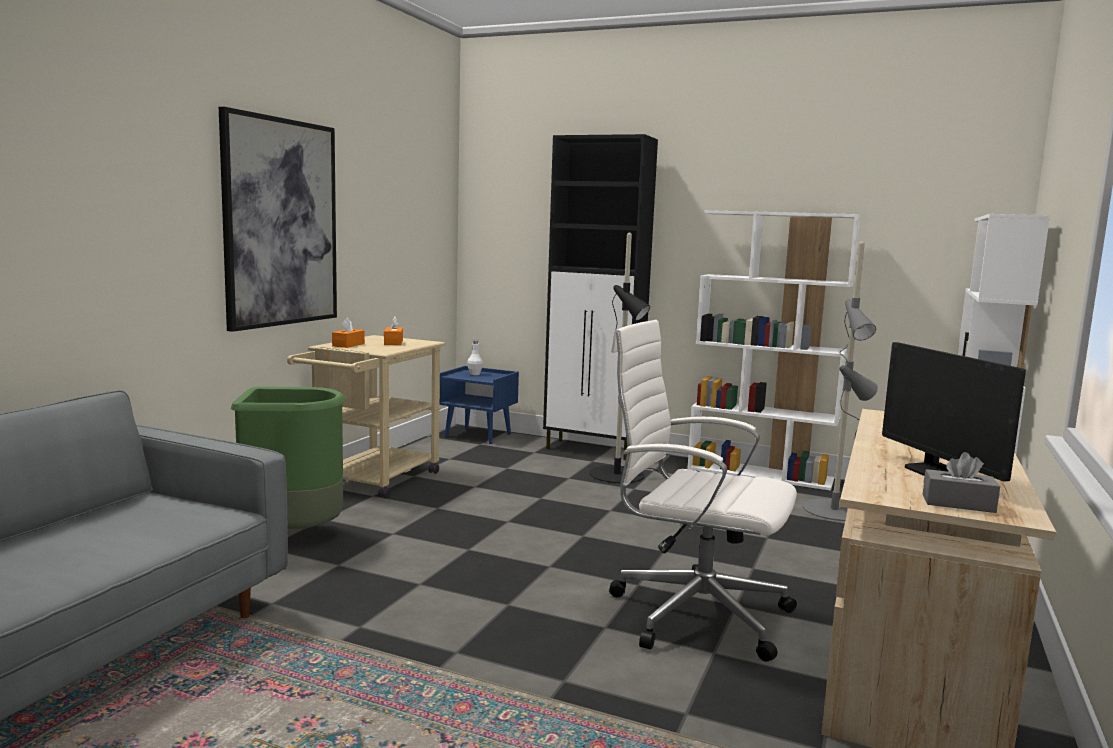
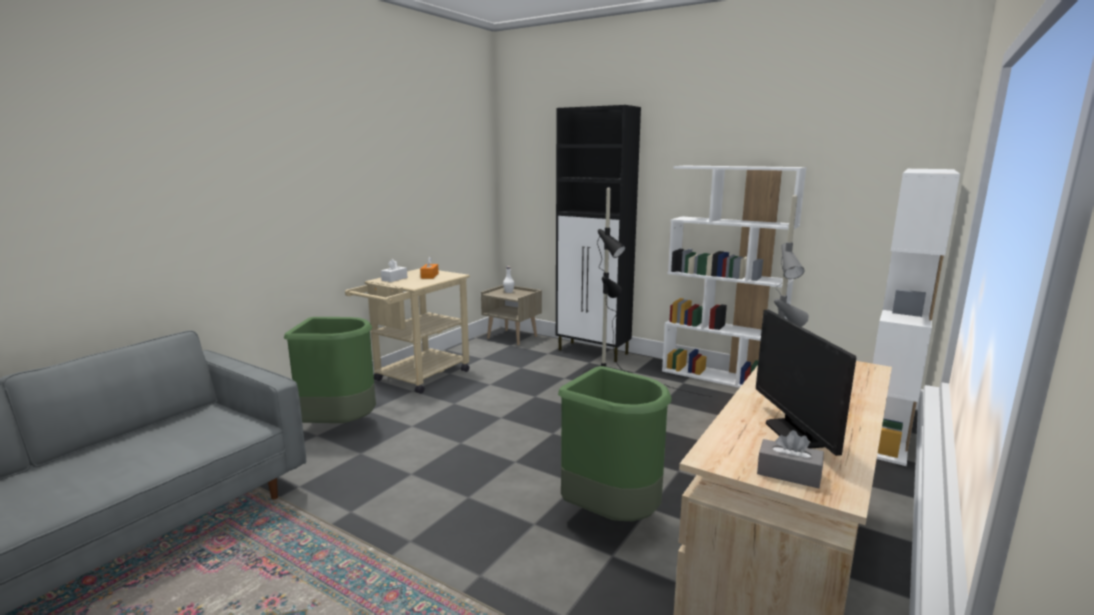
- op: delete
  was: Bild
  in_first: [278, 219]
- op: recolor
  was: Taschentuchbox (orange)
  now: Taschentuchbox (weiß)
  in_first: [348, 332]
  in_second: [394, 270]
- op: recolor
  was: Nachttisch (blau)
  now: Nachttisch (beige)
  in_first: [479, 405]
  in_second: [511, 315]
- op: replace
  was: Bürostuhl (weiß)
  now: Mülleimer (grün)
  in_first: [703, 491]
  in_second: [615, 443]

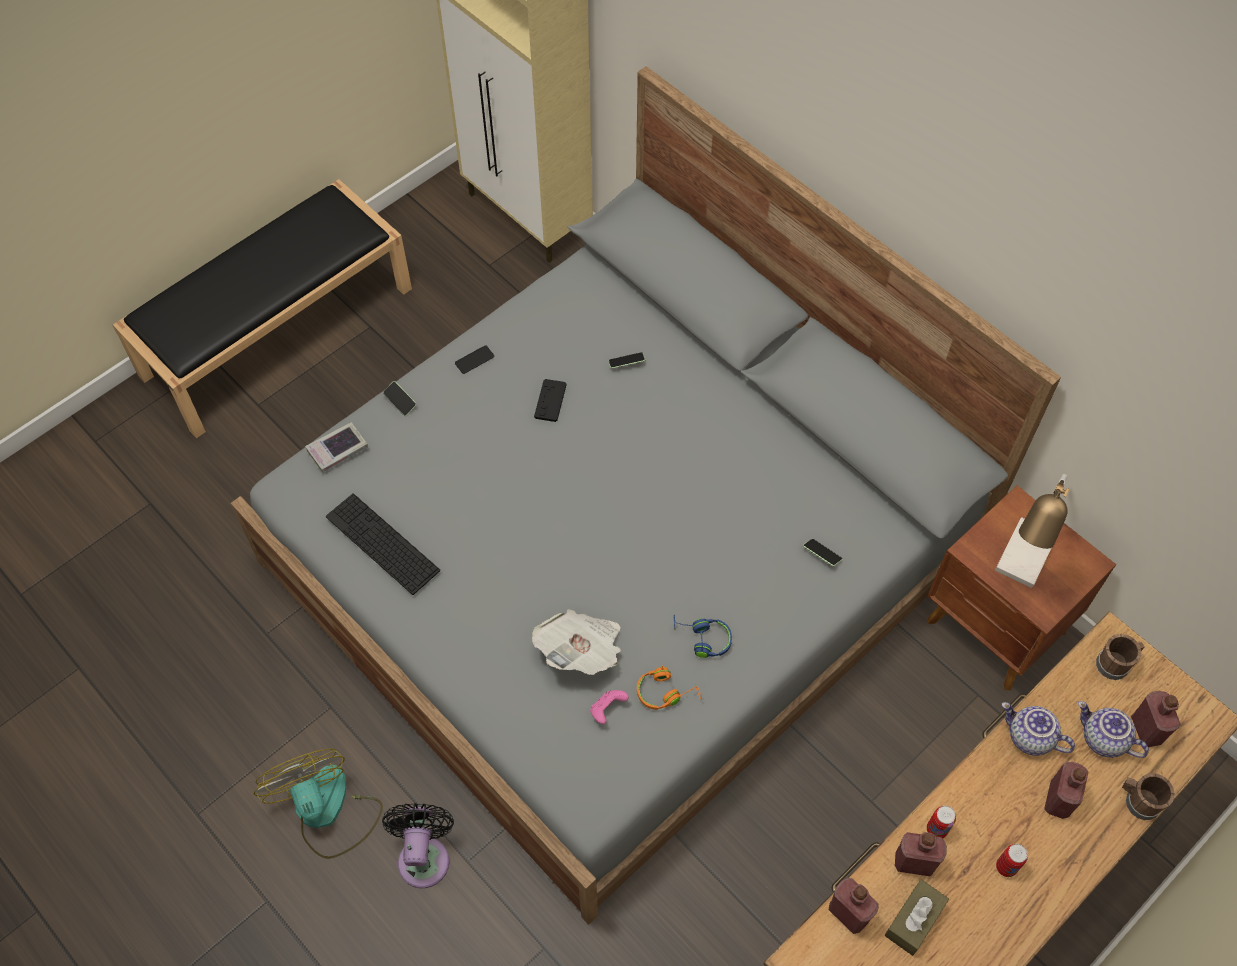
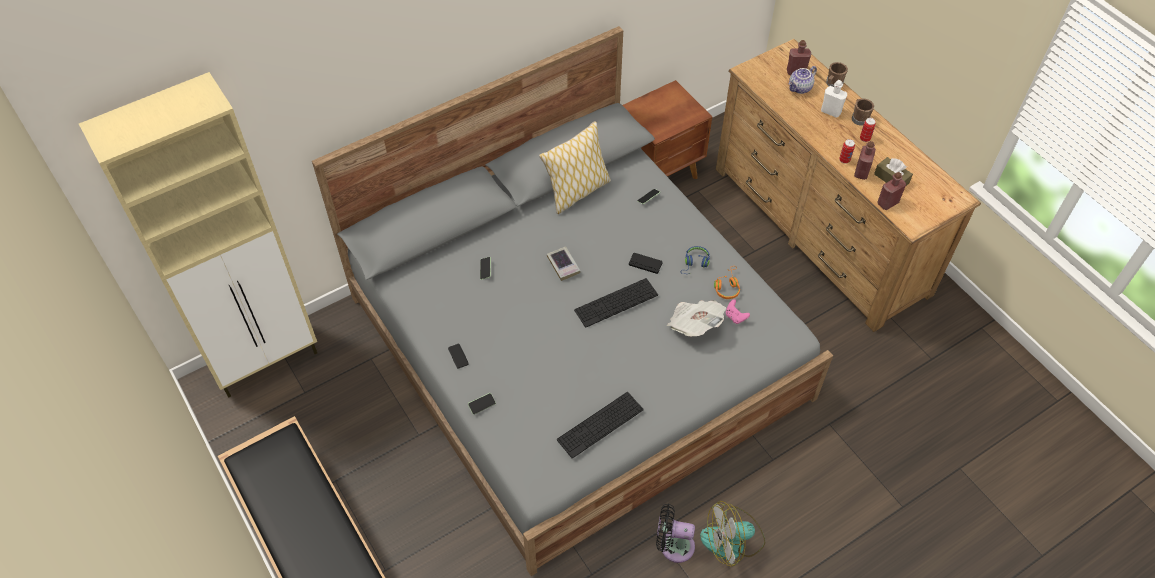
- op: move
  was: Buch
  in_first: [336, 447]
  in_second: [564, 263]
- op: move
  was: Ventilator (schwarz)
  in_first: [418, 845]
  in_second: [675, 533]
- op: move
  was: Gamepad (schwarz)
  in_first: [550, 400]
  in_second: [646, 263]
- op: delete
  was: Tischlampe
  in_first: [1032, 531]
- op: delete
  was: Teekanne
  in_first: [1038, 729]
- op: recolor
  was: Flasche (rot)
  now: Flasche (weiß)
  in_first: [1066, 790]
  in_second: [834, 99]
- op: move
  was: Henkelbecher (braun)
  in_first: [1120, 657]
  in_second: [863, 112]
- op: insert
  now: Kissen
  in_second: [575, 167]
- op: insert
  now: Tastatur
  in_second: [616, 303]

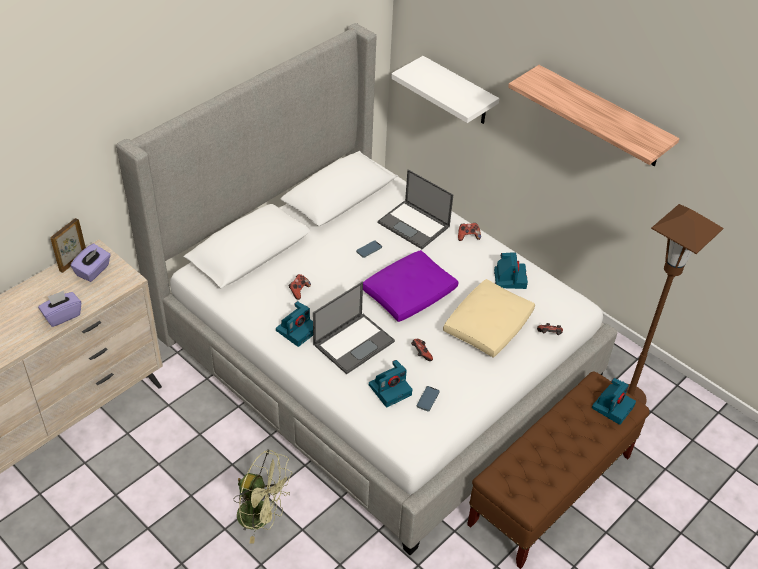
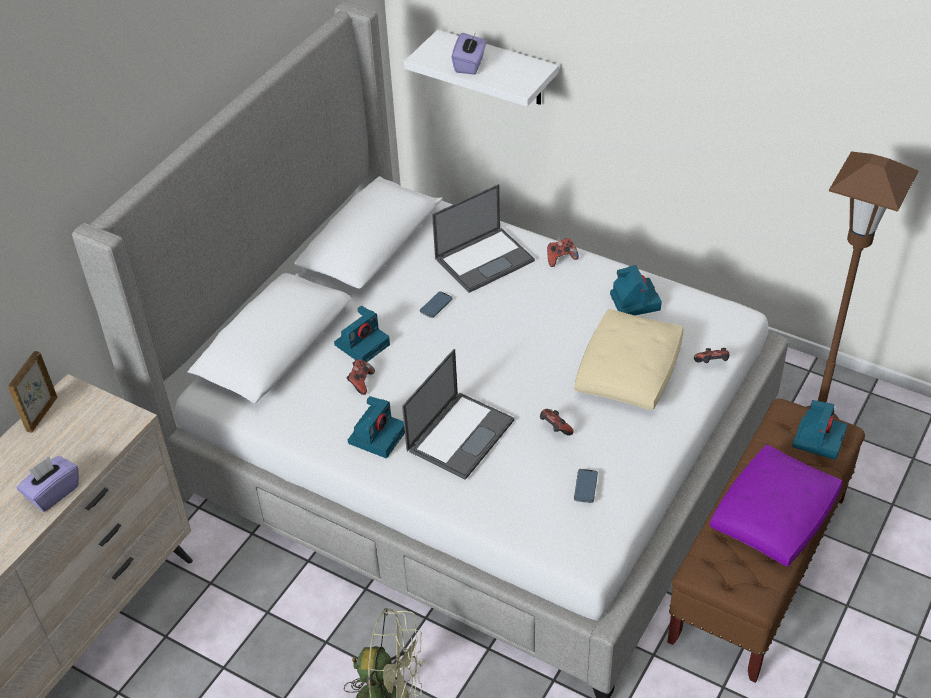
- op: move
  was: Taschentuchbox (lila)
  in_first: [90, 263]
  in_second: [468, 54]
- op: move
  was: Kissen (lila)
  in_first: [411, 286]
  in_second: [776, 506]
- op: move
  was: Kamera
  in_first: [390, 384]
  in_second: [362, 334]
- op: rotate
  was: Laptop
  in_first: [415, 209]
  in_second: [483, 238]
  clockwise: -60
- op: delete
  was: Wandregal
  in_first: [594, 115]

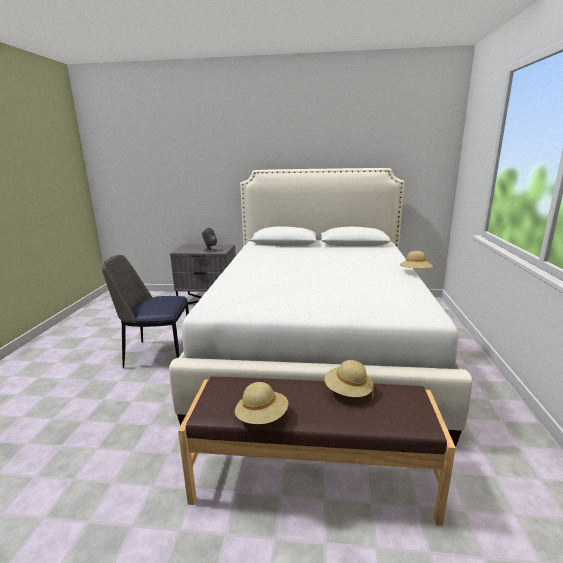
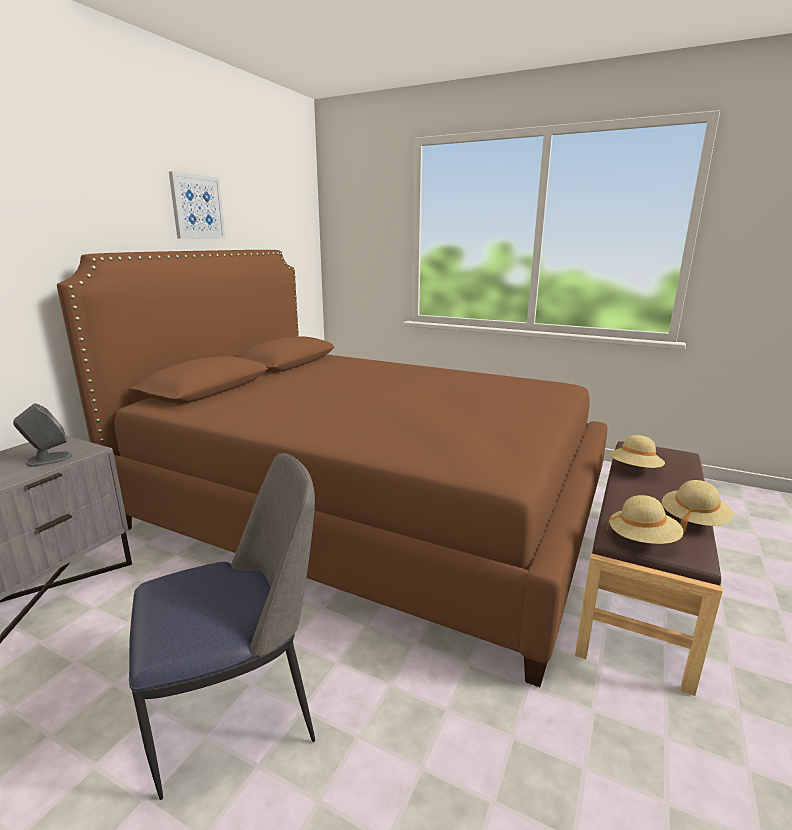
- op: rotate
  was: Stuhl
  in_first: [145, 311]
  in_second: [222, 626]
  clockwise: -135
- op: recolor
  was: Bett (weiß)
  now: Bett (braun)
  in_first: [320, 307]
  in_second: [332, 468]
- op: move
  was: Hut (beige)
  in_first: [416, 259]
  in_second: [645, 519]
- op: insert
  now: Bild
  in_second: [197, 205]

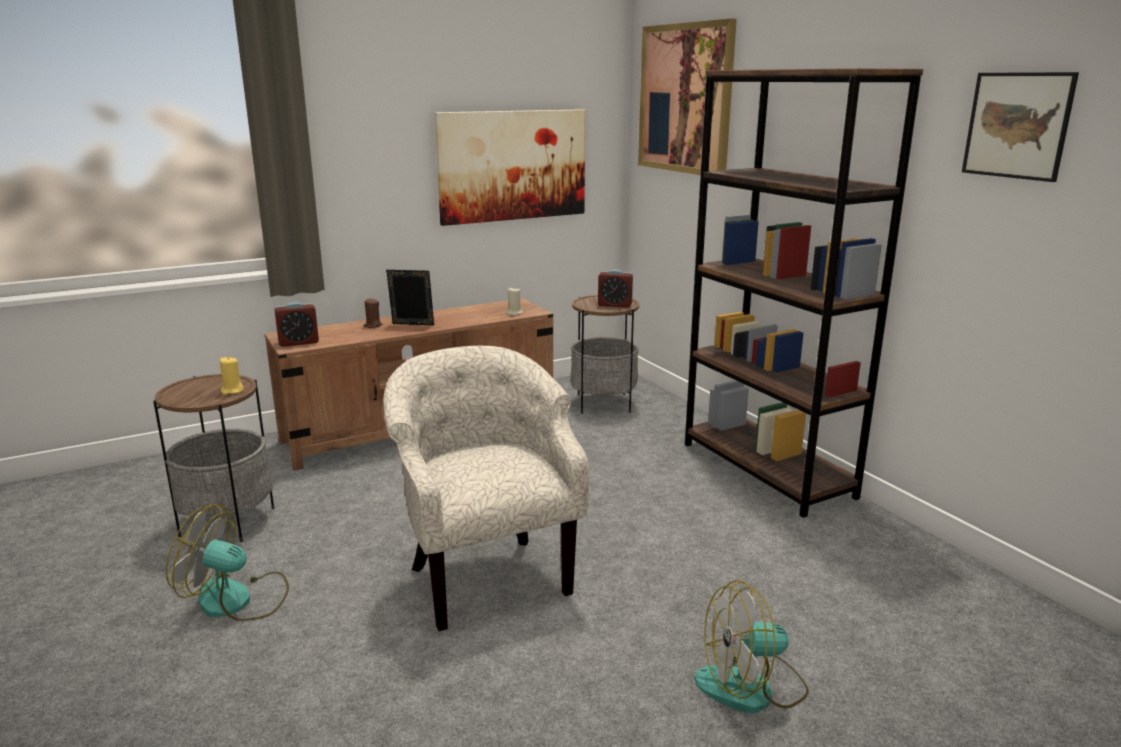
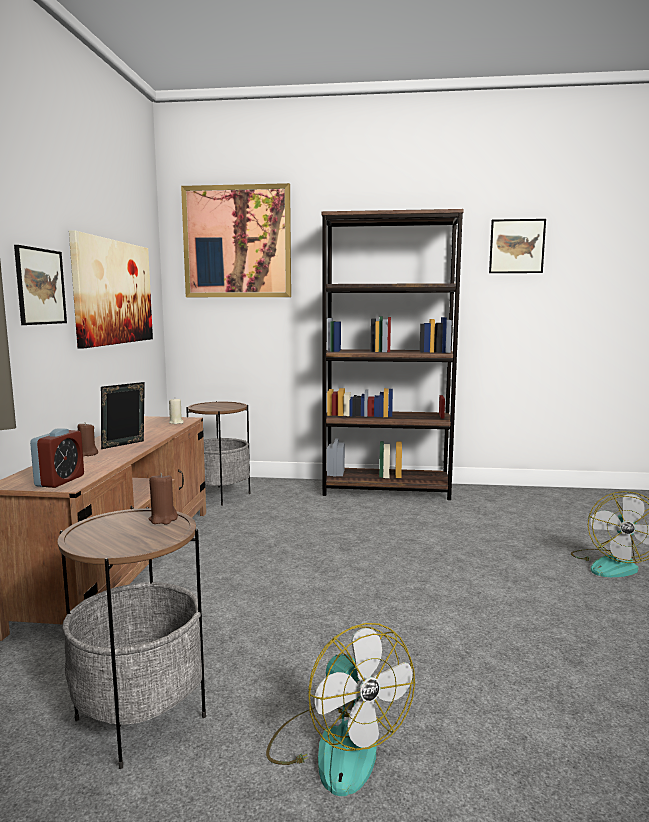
- op: rotate
  was: Ventilator
  in_first: [227, 562]
  in_second: [340, 709]
  clockwise: -75
- op: recolor
  was: Kerze (gelb)
  now: Kerze (braun)
  in_first: [232, 375]
  in_second: [163, 498]
- op: delete
  was: Sessel (beige)
  in_first: [486, 488]
- op: delete
  was: Wecker
  in_first: [615, 288]
- op: insert
  now: Bild
  in_second: [40, 285]

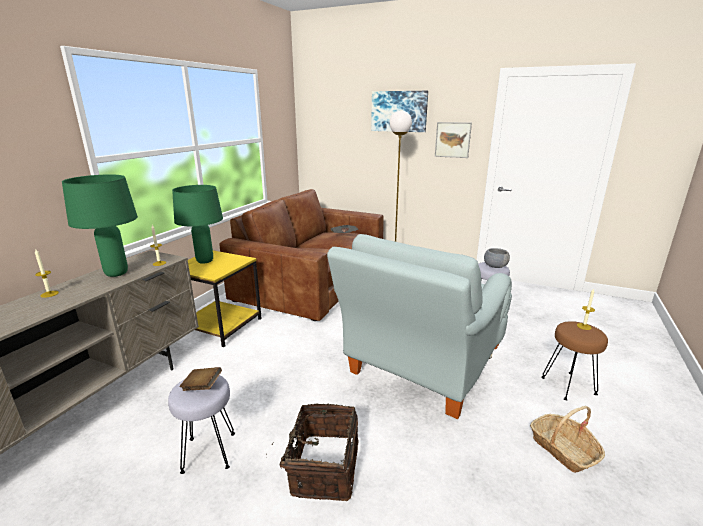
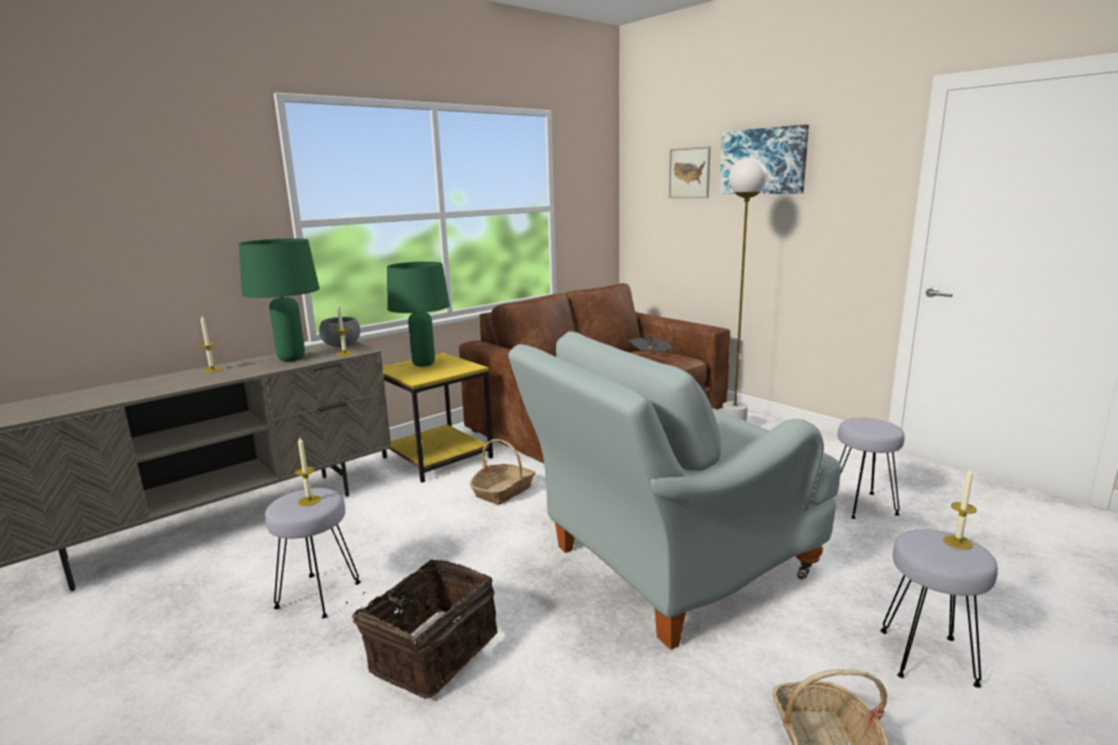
- op: replace
  was: Buch (braun)
  now: Kerze
  in_first: [201, 379]
  in_second: [308, 471]
- op: move
  was: Bild
  in_first: [453, 140]
  in_second: [690, 172]
- op: move
  was: Schüssel (grau)
  in_first: [497, 258]
  in_second: [339, 332]
- op: recolor
  was: Hocker (braun)
  now: Hocker (grau)
  in_first: [574, 360]
  in_second: [939, 608]
- op: insert
  now: Korb
  in_second: [502, 472]

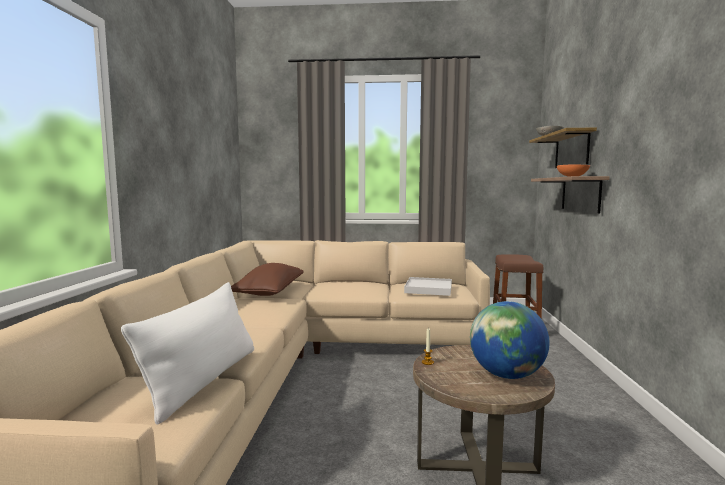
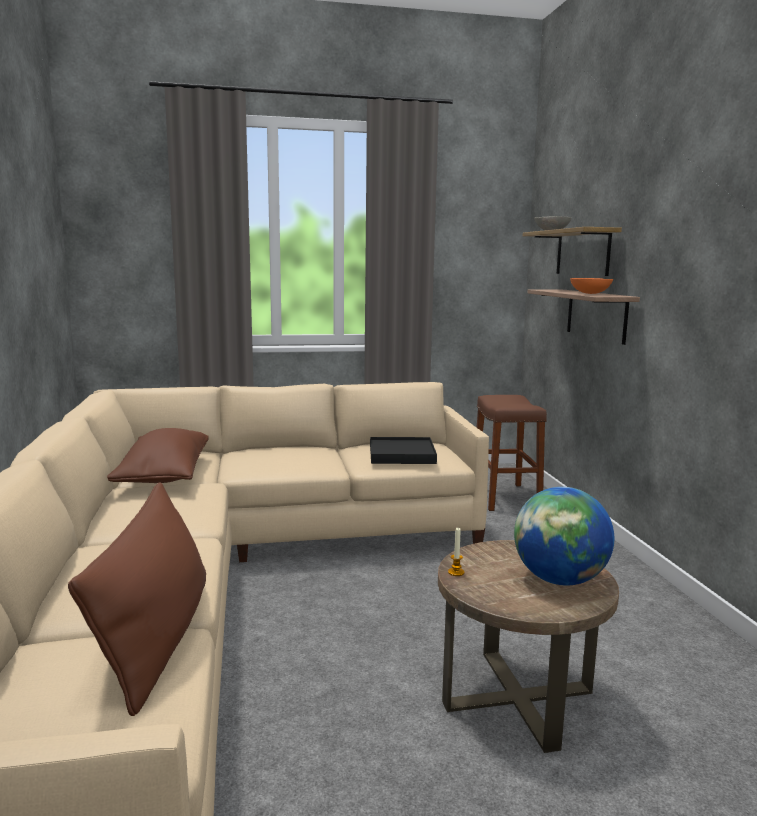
- op: recolor
  was: Kissen (weiß)
  now: Kissen (braun)
  in_first: [187, 353]
  in_second: [137, 599]
- op: recolor
  was: Tablett (weiß)
  now: Tablett (schwarz)
  in_first: [428, 286]
  in_second: [403, 450]

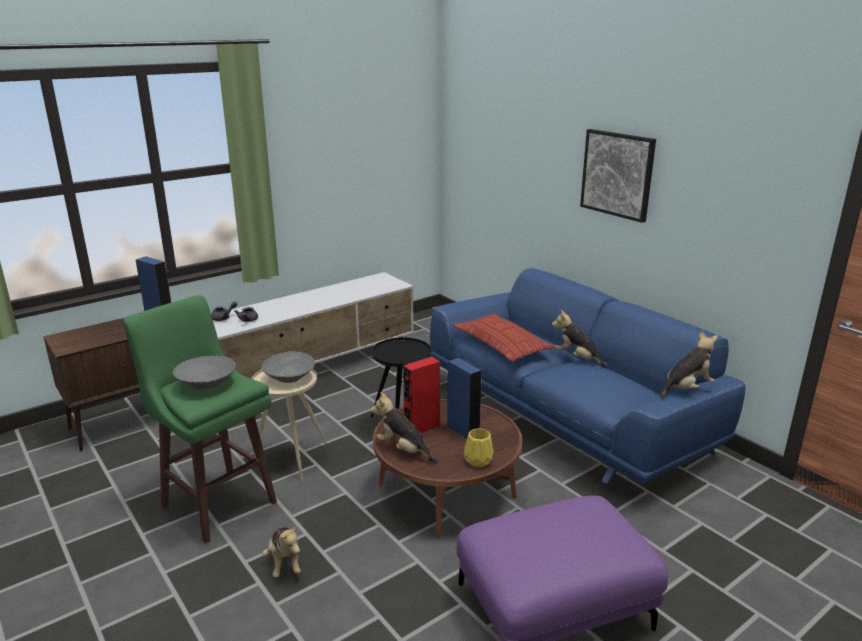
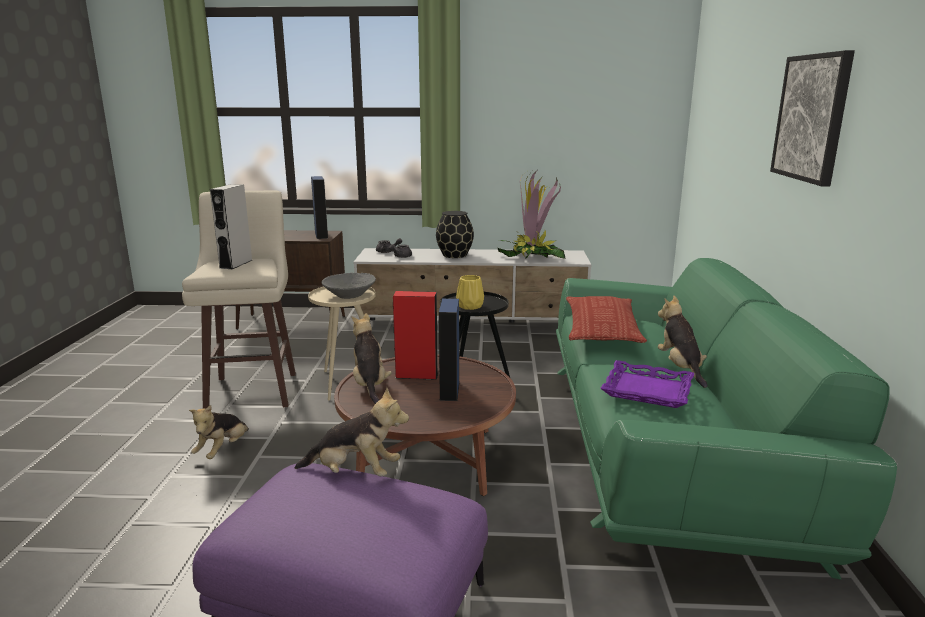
- op: recolor
  was: Hocker (grün)
  now: Hocker (beige)
  in_first: [200, 419]
  in_second: [239, 299]
- op: replace
  was: Schüssel (grau)
  now: Lautsprecher (grau)
  in_first: [204, 373]
  in_second: [231, 226]
- op: recolor
  was: Sofa (blau)
  now: Sofa (grün)
  in_first: [588, 376]
  in_second: [726, 419]
- op: move
  was: Vase (gelb)
  in_first: [479, 447]
  in_second: [470, 292]
- op: move
  was: Plüschtier
  in_first: [689, 365]
  in_second: [352, 432]
- op: insert
  now: Vase (schwarz)
  in_second: [455, 234]
- op: insert
  now: Topfpflanze
  in_second: [532, 215]
- op: insert
  now: Tablett (lila)
  in_second: [647, 384]

